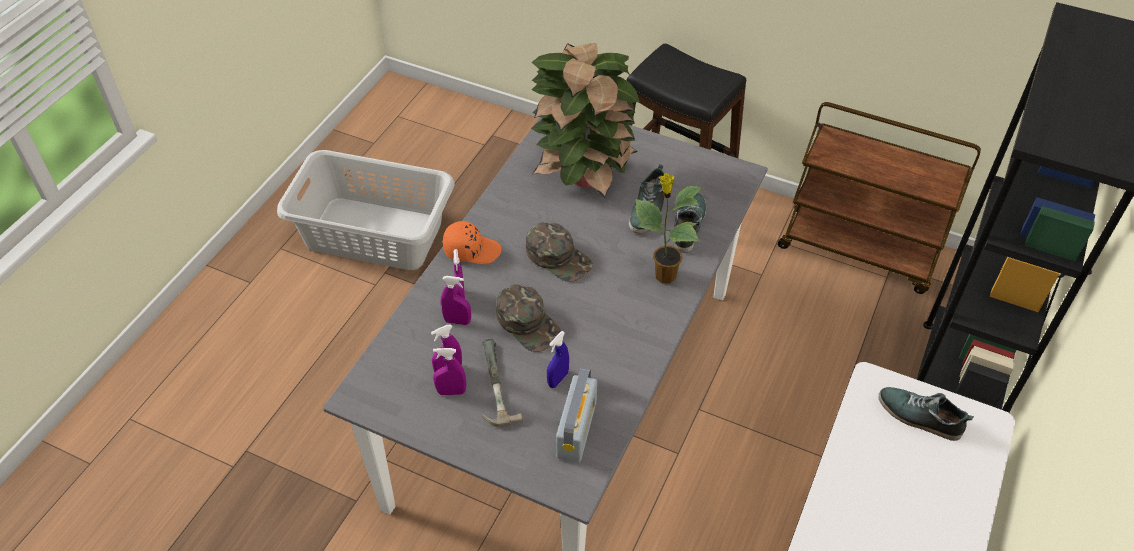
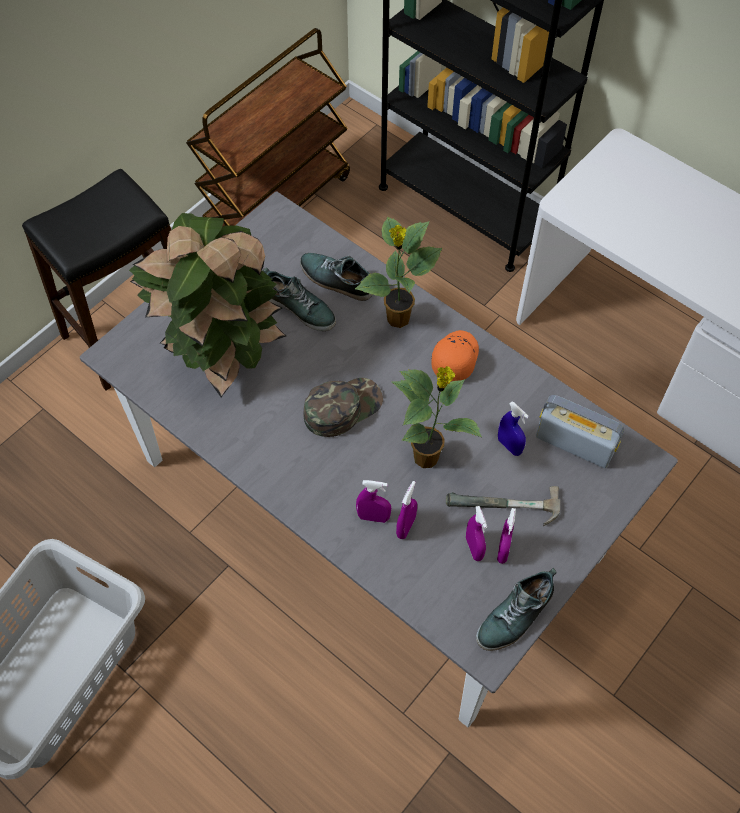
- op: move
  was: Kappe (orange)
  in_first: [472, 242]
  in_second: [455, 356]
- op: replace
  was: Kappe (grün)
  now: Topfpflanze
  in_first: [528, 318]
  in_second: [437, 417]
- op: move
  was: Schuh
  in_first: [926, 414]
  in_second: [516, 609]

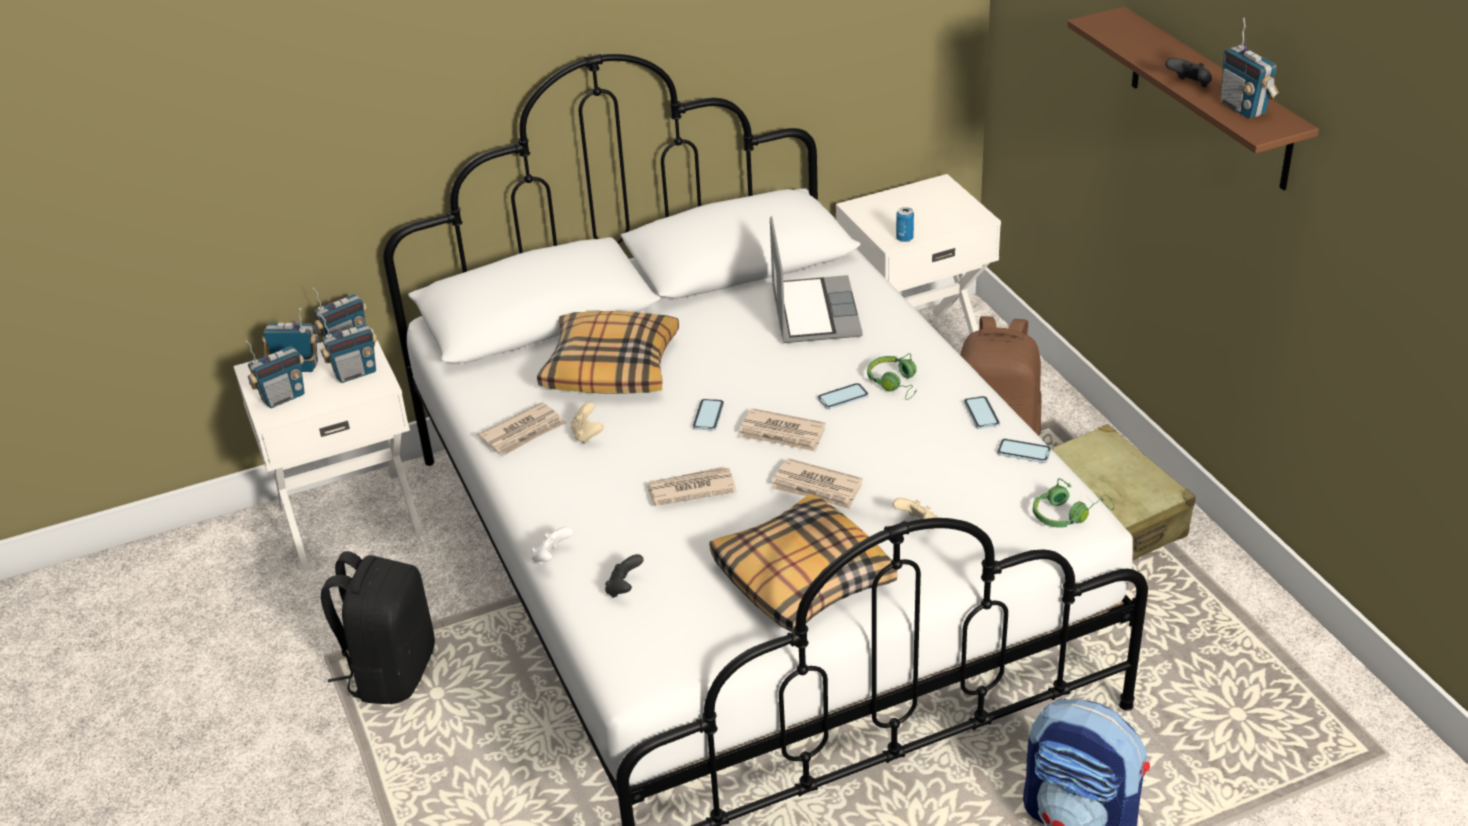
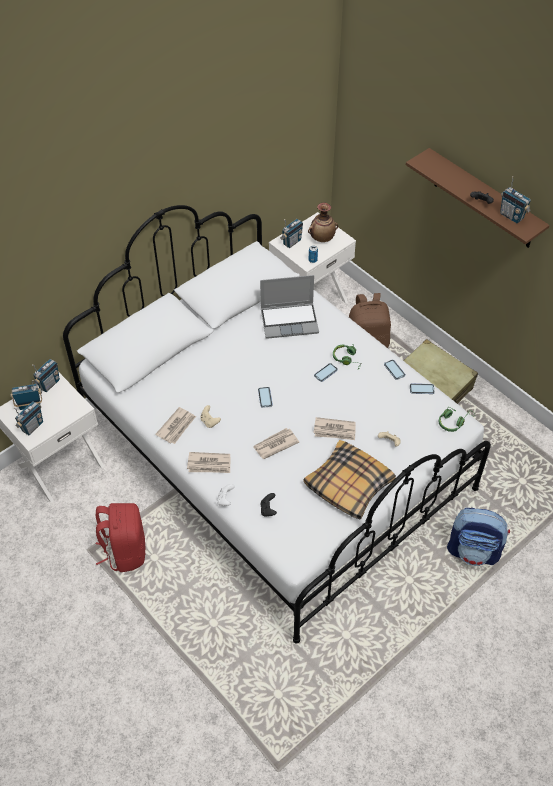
- op: move
  was: Radio
  in_first: [348, 349]
  in_second: [291, 233]
- op: recolor
  was: Rucksack (schwarz)
  now: Rucksack (rot)
  in_first: [378, 627]
  in_second: [121, 537]
- op: delete
  was: Kissen
  in_first: [608, 352]
- op: move
  was: Zeitung
  in_first: [782, 430]
  in_second: [209, 462]
- op: rotate
  was: Laptop
  in_first: [816, 279]
  in_second: [289, 307]
  clockwise: 105
- op: insert
  now: Vase
  in_second: [323, 222]

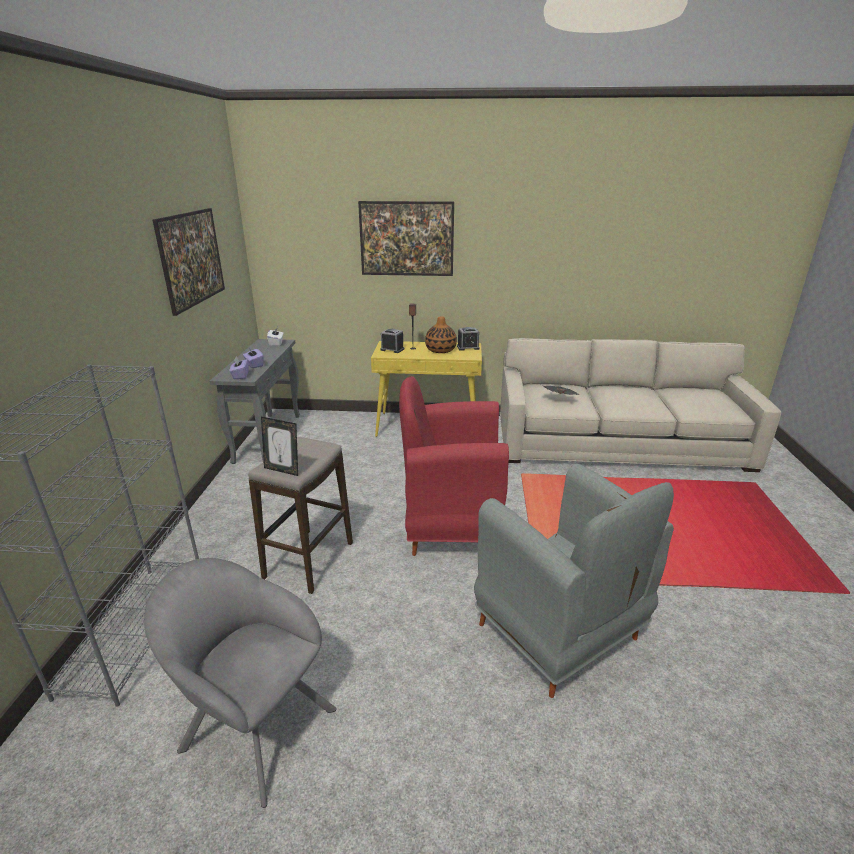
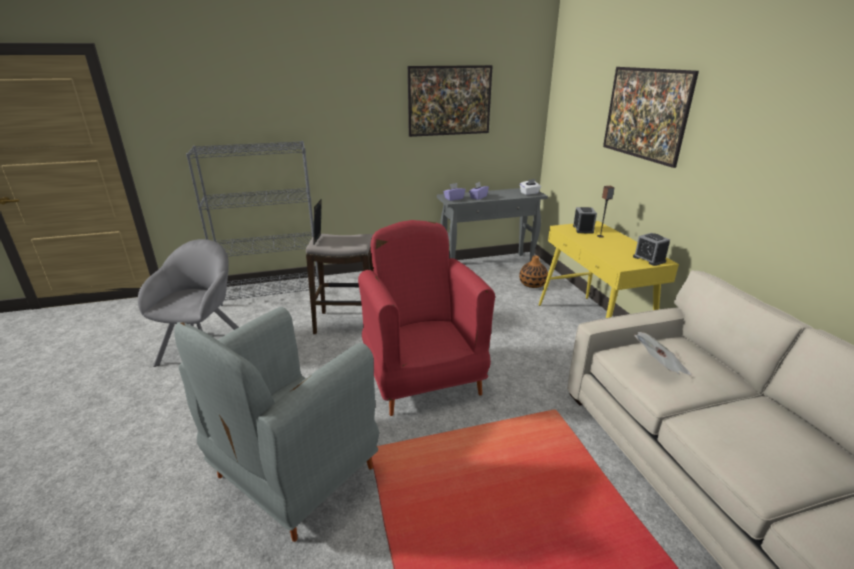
- op: move
  was: Vase
  in_first: [441, 335]
  in_second: [533, 272]

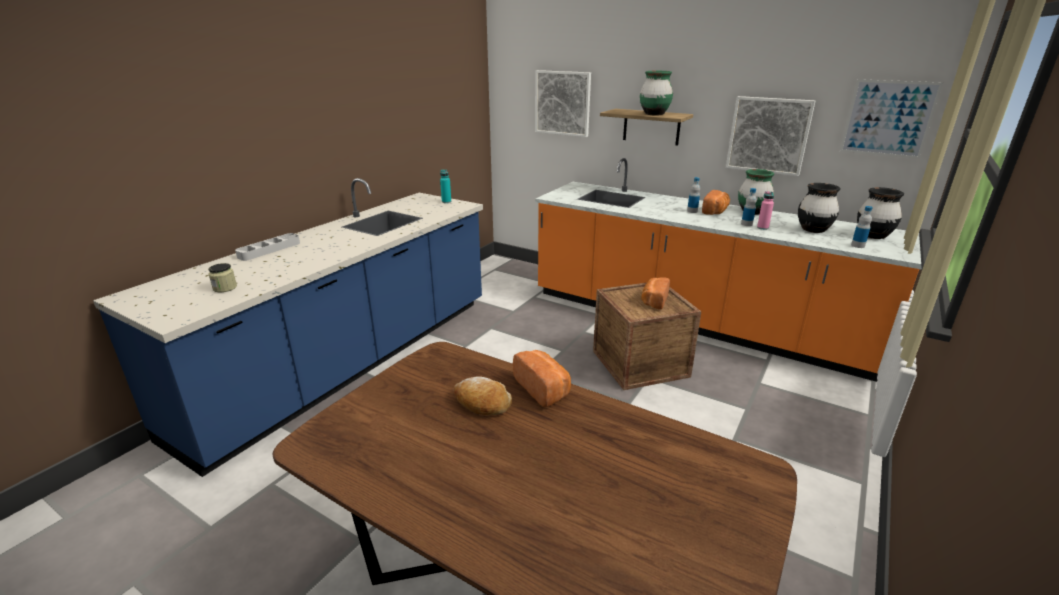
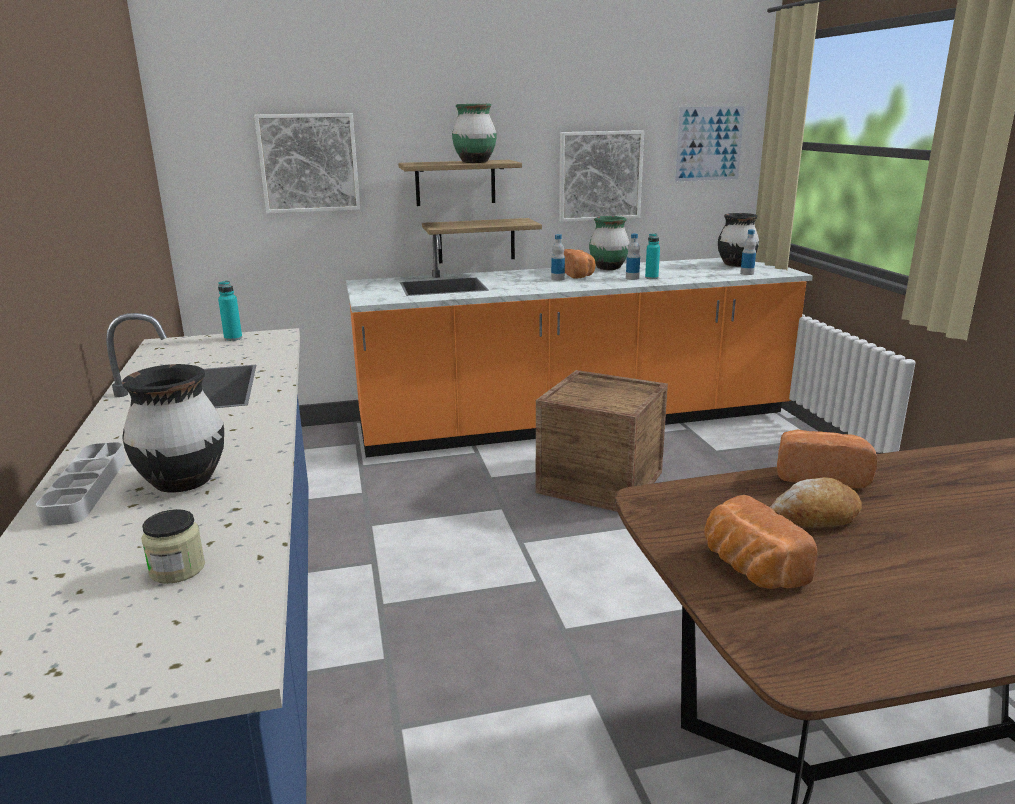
- op: move
  was: Brot
  in_first: [655, 293]
  in_second: [761, 542]
- op: recolor
  was: Flasche (rosa)
  now: Flasche (türkis)
  in_first: [765, 210]
  in_second: [652, 256]
- op: move
  was: Vase (schwarz)
  in_first: [819, 208]
  in_second: [173, 428]
- op: insert
  now: Wandregal
  in_second: [482, 240]

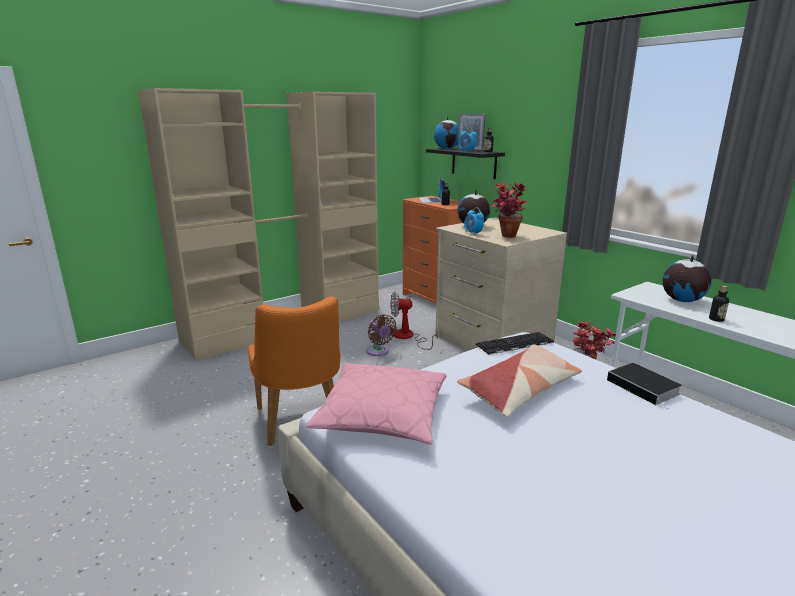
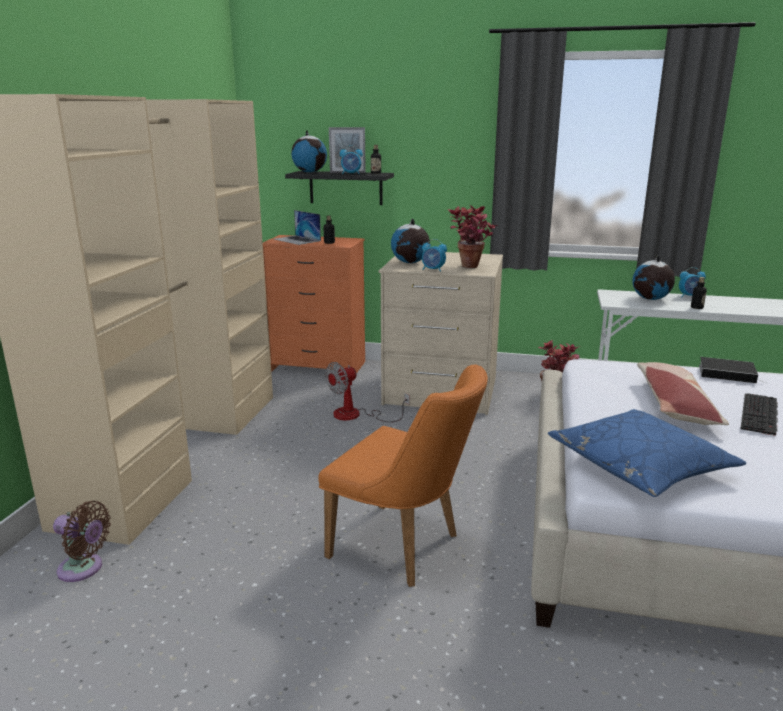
- op: recolor
  was: Kissen (rosa)
  now: Kissen (blau)
  in_first: [376, 403]
  in_second: [647, 453]
- op: move
  was: Ventilator (braun)
  in_first: [381, 335]
  in_second: [82, 541]
- op: move
  was: Tastatur
  in_first: [515, 343]
  in_second: [759, 414]
- op: insert
  now: Wecker
  in_second: [692, 282]

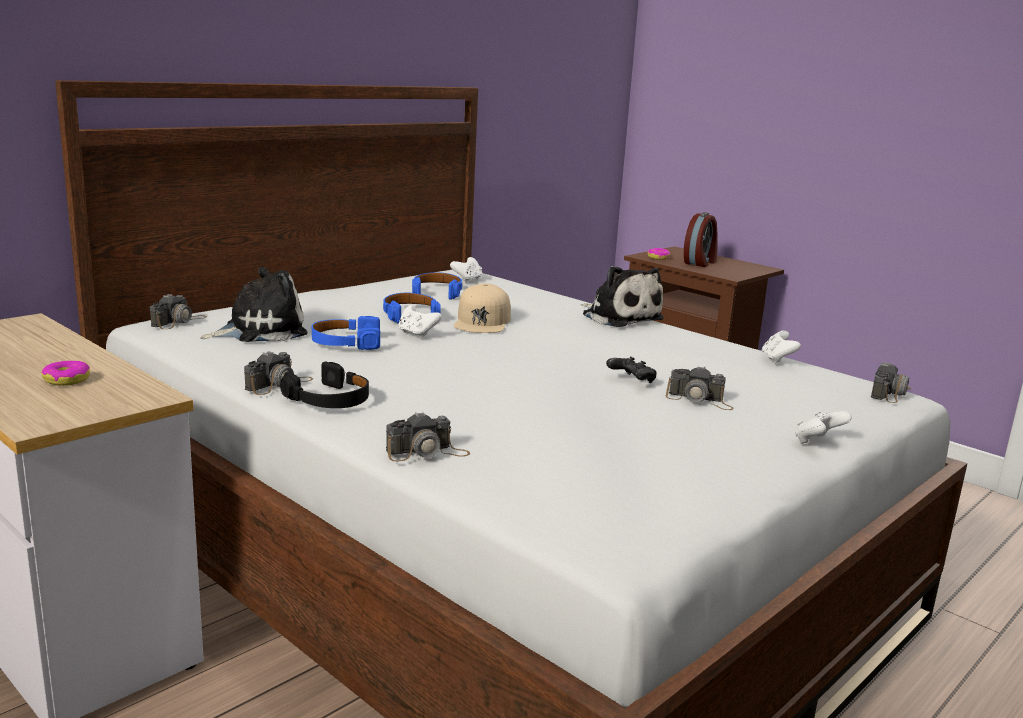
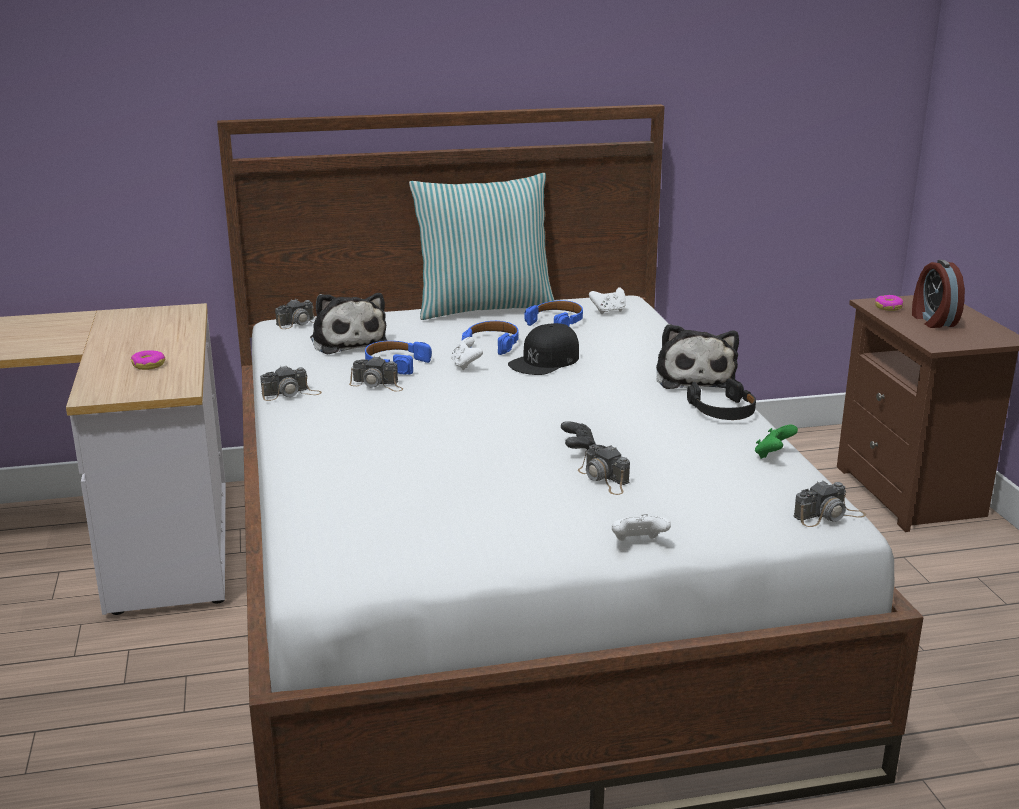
- op: rotate
  was: Plüschtier
  in_first: [254, 304]
  in_second: [349, 324]
  clockwise: 60
- op: move
  was: Kopfhörer (schwarz)
  in_first: [324, 385]
  in_second: [721, 399]
- op: move
  was: Kamera
  in_first: [428, 436]
  in_second: [376, 373]
- op: recolor
  was: Kappe (beige)
  now: Kappe (schwarz)
  in_first: [482, 308]
  in_second: [543, 349]
- op: rotate
  was: Wecker
  in_first: [701, 239]
  in_second: [938, 294]
  clockwise: 105
- op: recolor
  was: Gamepad (weiß)
  now: Gamepad (grün)
  in_first: [781, 347]
  in_second: [776, 442]
- op: insert
  now: Kissen
  in_second: [482, 246]

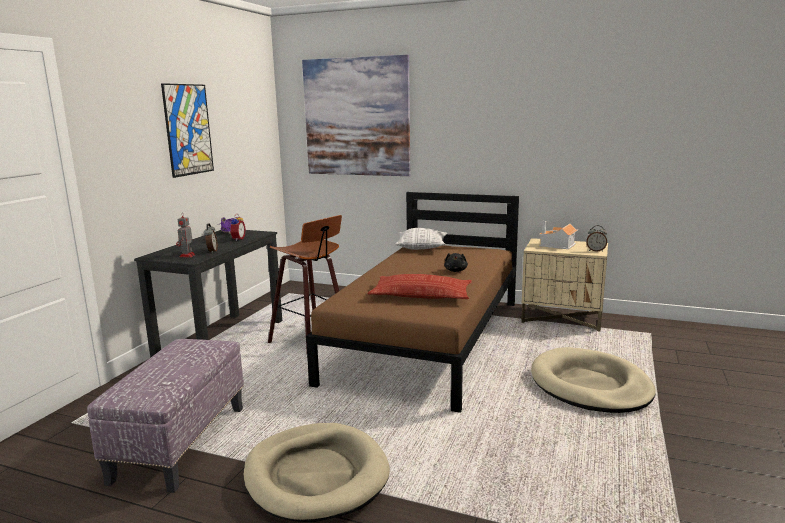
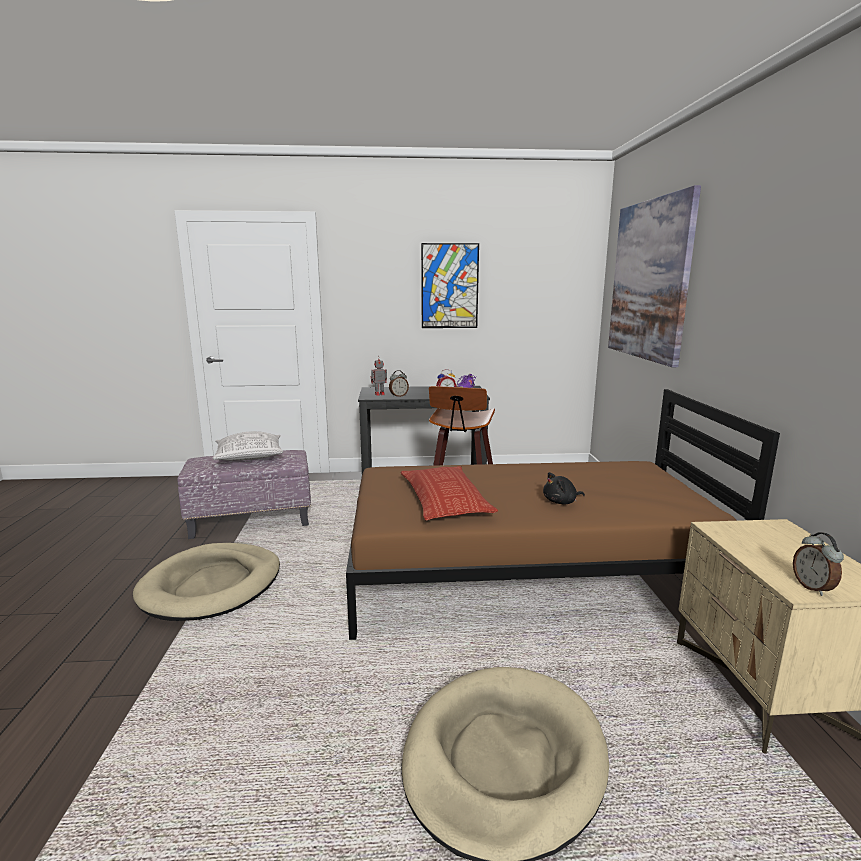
- op: move
  was: Kissen
  in_first: [421, 239]
  in_second: [248, 446]
- op: delete
  was: Spielzeughaus
  in_first: [558, 235]

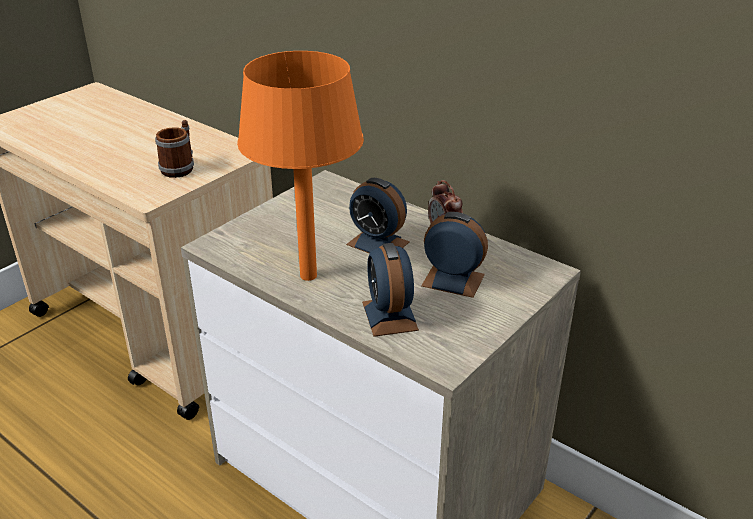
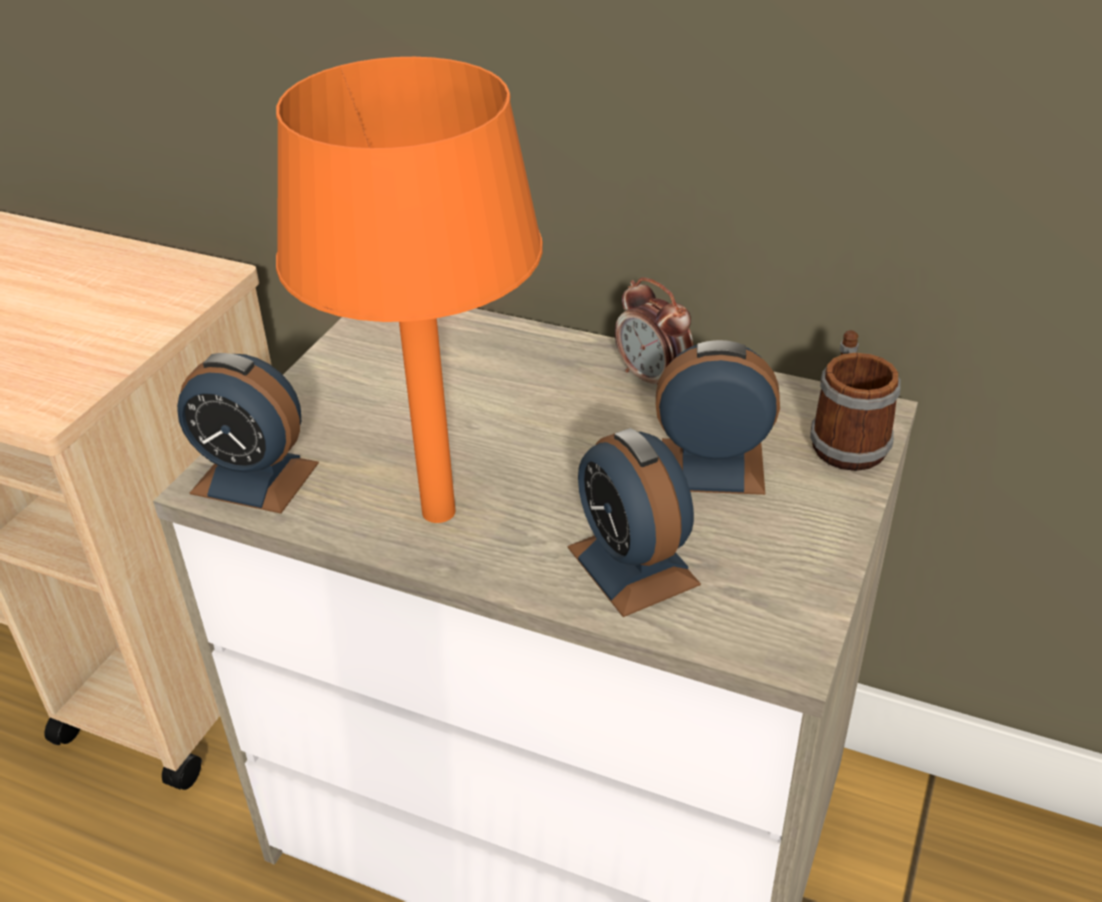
- op: move
  was: Henkelbecher
  in_first: [174, 149]
  in_second: [855, 400]
- op: move
  was: Wecker
  in_first: [378, 216]
  in_second: [248, 433]

